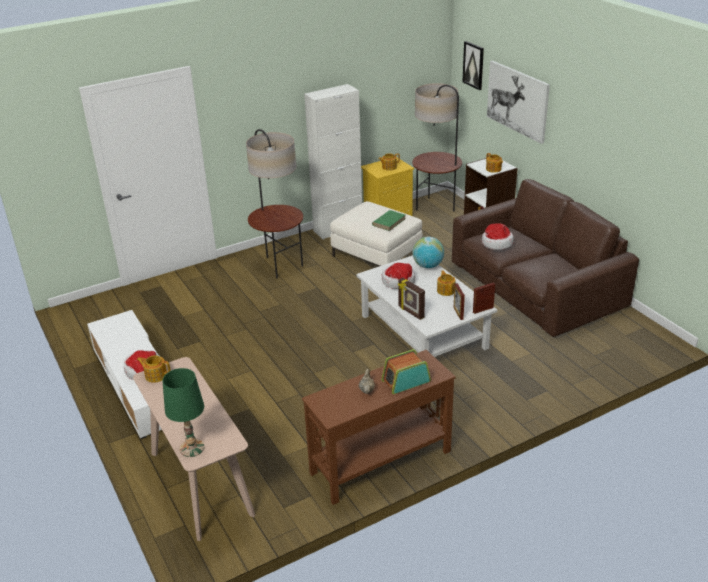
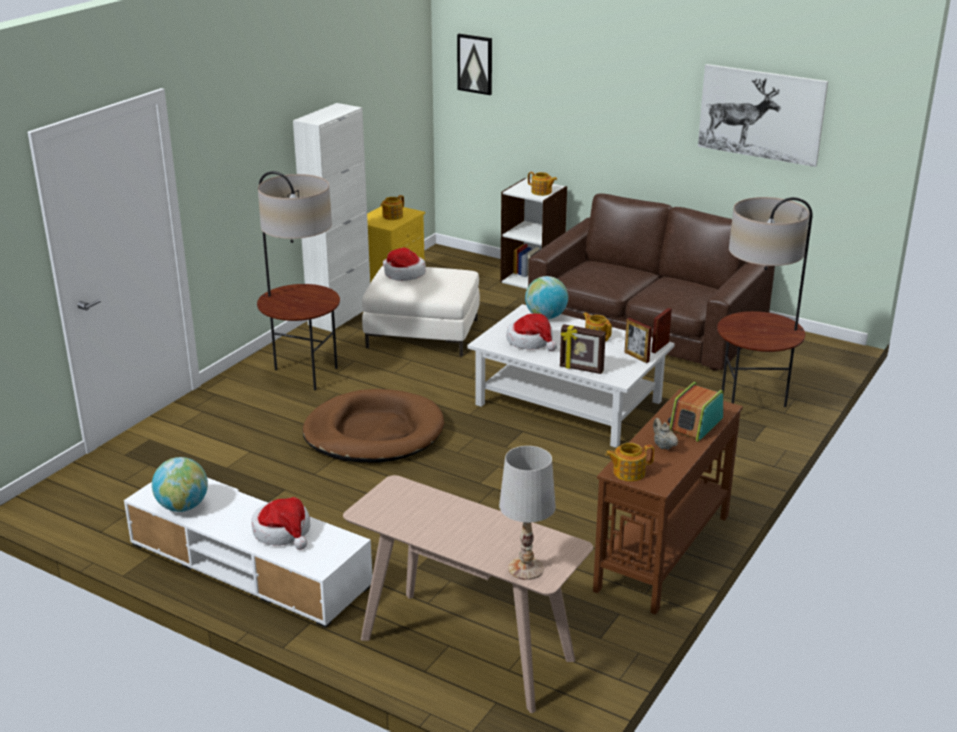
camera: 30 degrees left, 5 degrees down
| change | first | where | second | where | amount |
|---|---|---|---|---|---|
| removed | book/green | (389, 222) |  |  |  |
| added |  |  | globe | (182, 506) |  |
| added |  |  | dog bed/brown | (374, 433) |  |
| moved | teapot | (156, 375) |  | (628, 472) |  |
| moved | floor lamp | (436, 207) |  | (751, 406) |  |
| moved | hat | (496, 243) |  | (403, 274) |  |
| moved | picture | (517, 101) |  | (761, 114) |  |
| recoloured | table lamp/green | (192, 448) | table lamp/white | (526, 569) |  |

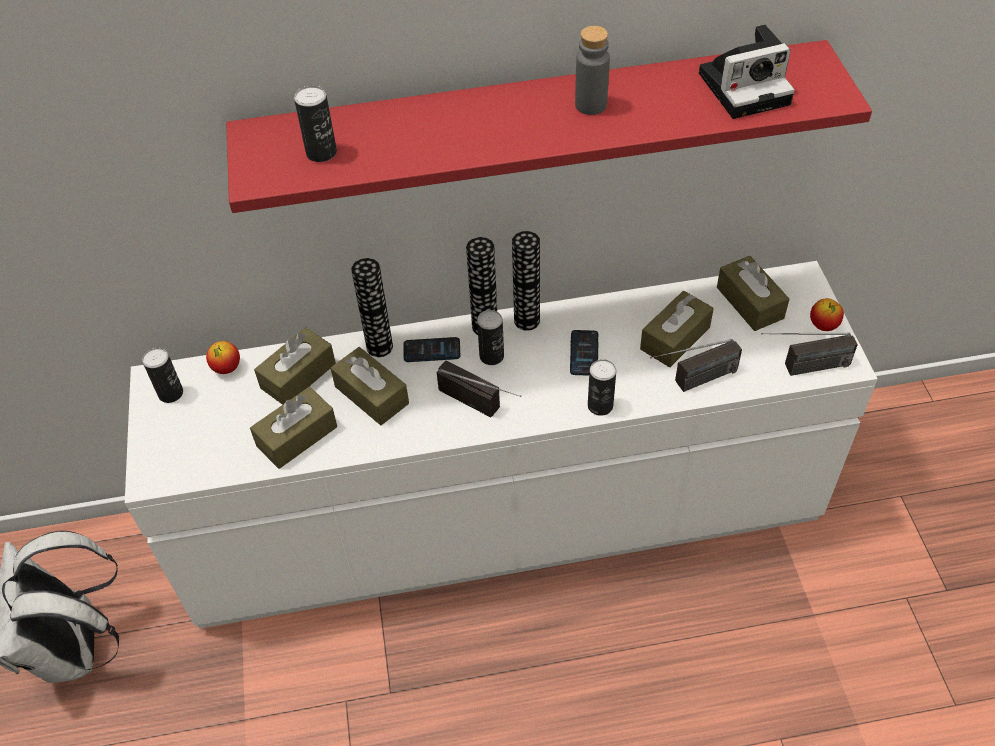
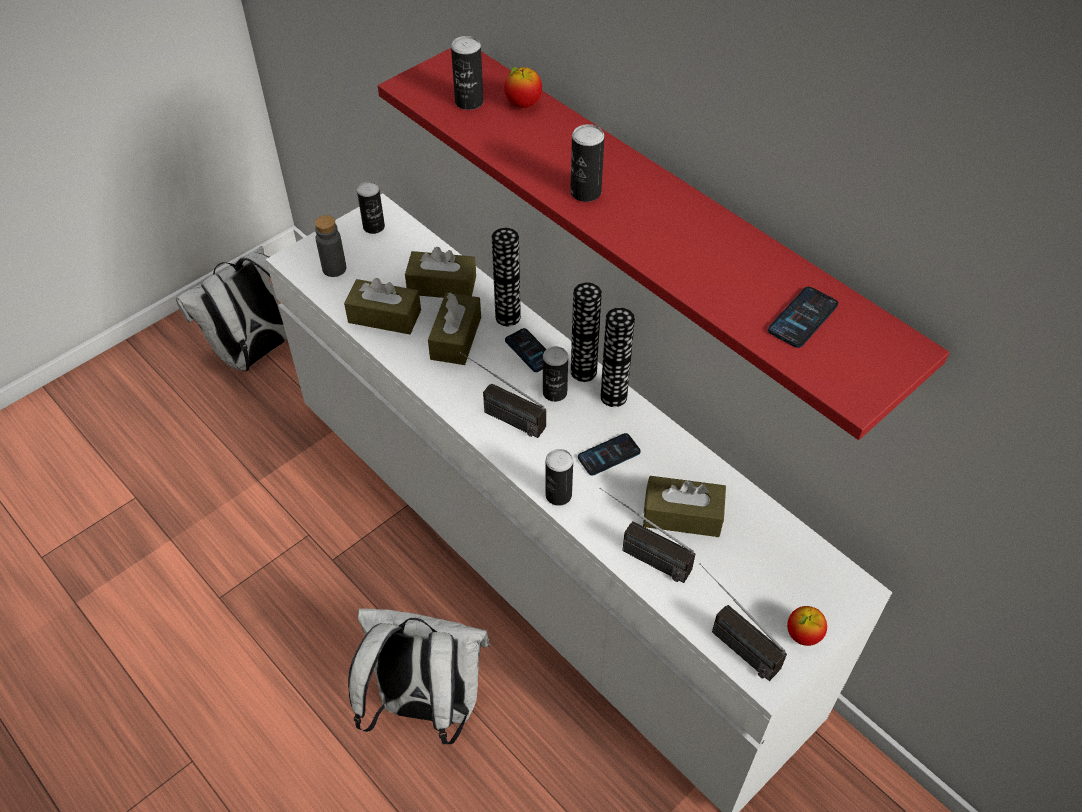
camera: 55 degrees right, 0 degrees up
| change | first | where | second | where | amount |
|---|---|---|---|---|---|
| removed | tissue box/brown | (749, 303) |  |  |  |
| added |  |  | backpack/white | (425, 705) |  |
| added |  |  | can | (585, 192) |  |
| moved | apple | (227, 368) |  | (523, 104) |  |
| moved | bottle/grey | (591, 105) |  | (334, 268) |  |
| replaced | photo camera | (746, 87) | phone | (802, 318) |  |
| turned | radio | (484, 405) |  | (499, 414) | 120 degrees clockwise |

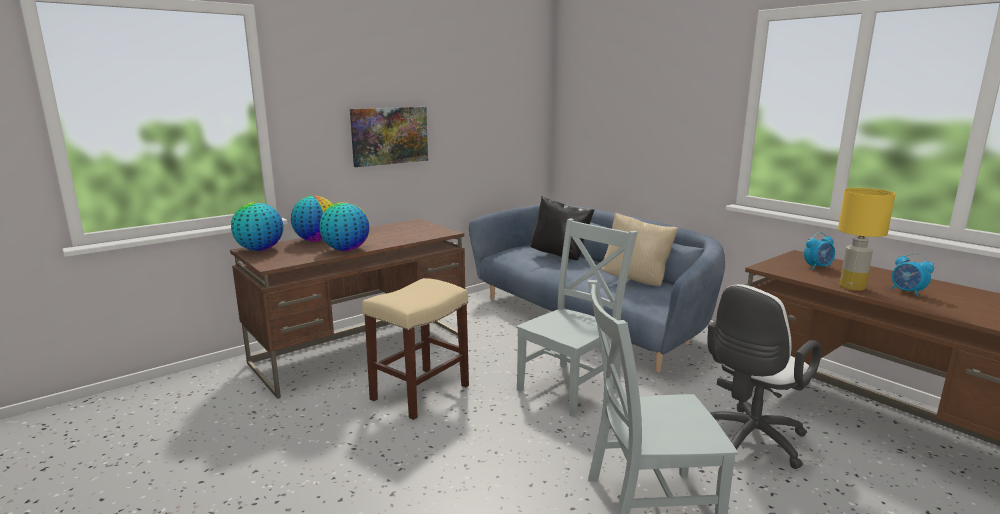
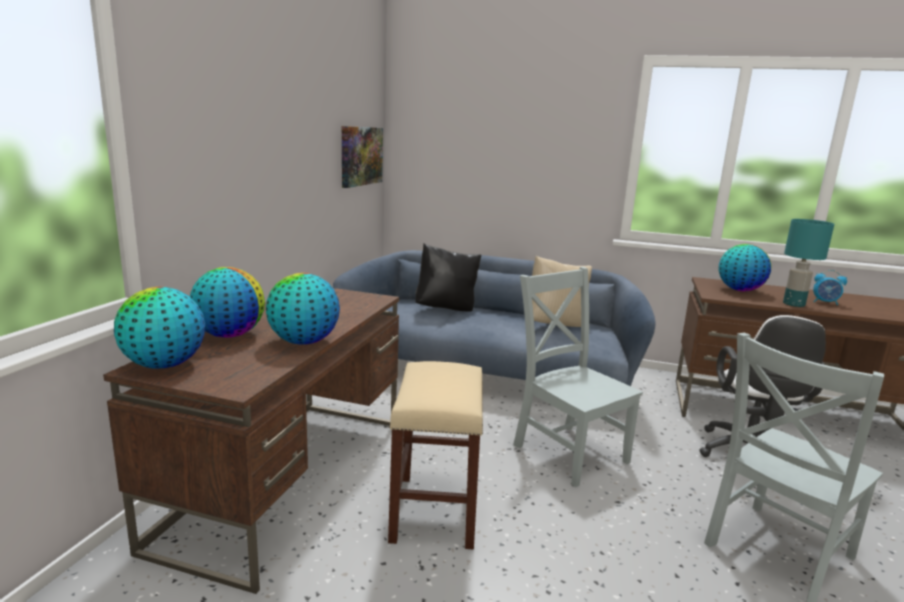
camera: 35 degrees left, 0 degrees up
| change | first | where | second | where | amount |
|---|---|---|---|---|---|
| moved | picture | (389, 135) |  | (361, 156) |  |
| replaced | alarm clock | (817, 267) | globe | (739, 290) |  |
| recoloured | table lamp/yellow | (852, 287) | table lamp/turquoise | (794, 304) |  |
| turned | chair/grey | (571, 387) |  | (567, 451) | 45 degrees counterclockwise |

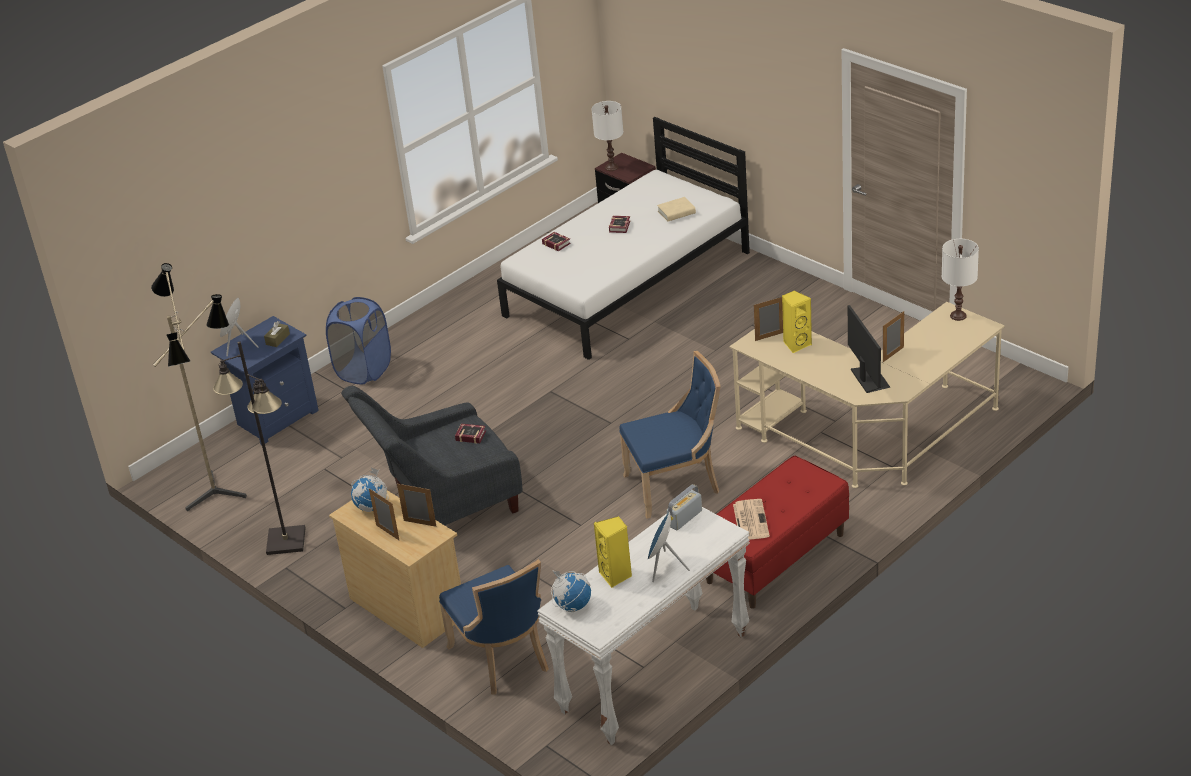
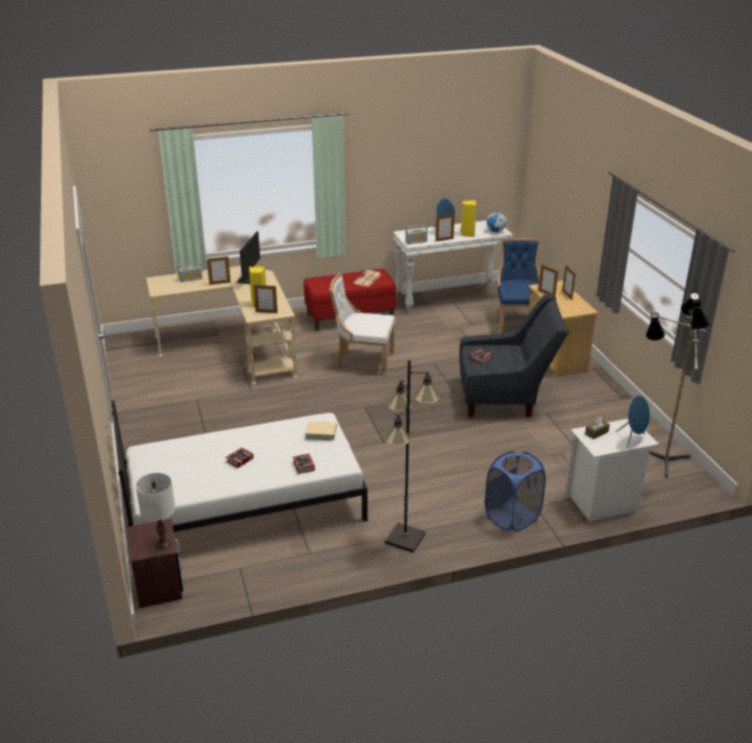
camera: 155 degrees left, 5 degrees down
| change | first | where | second | where | amount |
|---|---|---|---|---|---|
| removed | globe | (372, 507) |  |  |  |
| removed | table lamp/white | (958, 316) |  |  |  |
| added |  |  | radio | (190, 279) |  |
| added |  |  | picture frame | (444, 240) |  |
| moved | floor lamp/black | (285, 541) |  | (405, 539) |  |
| moved | book/beige | (676, 212) |  | (321, 433) |  |
| recoloured | nightstand/blue | (276, 418) | nightstand/white | (603, 503) |  |
| recoloured | chair/blue | (676, 485) | chair/white | (362, 361) |  |

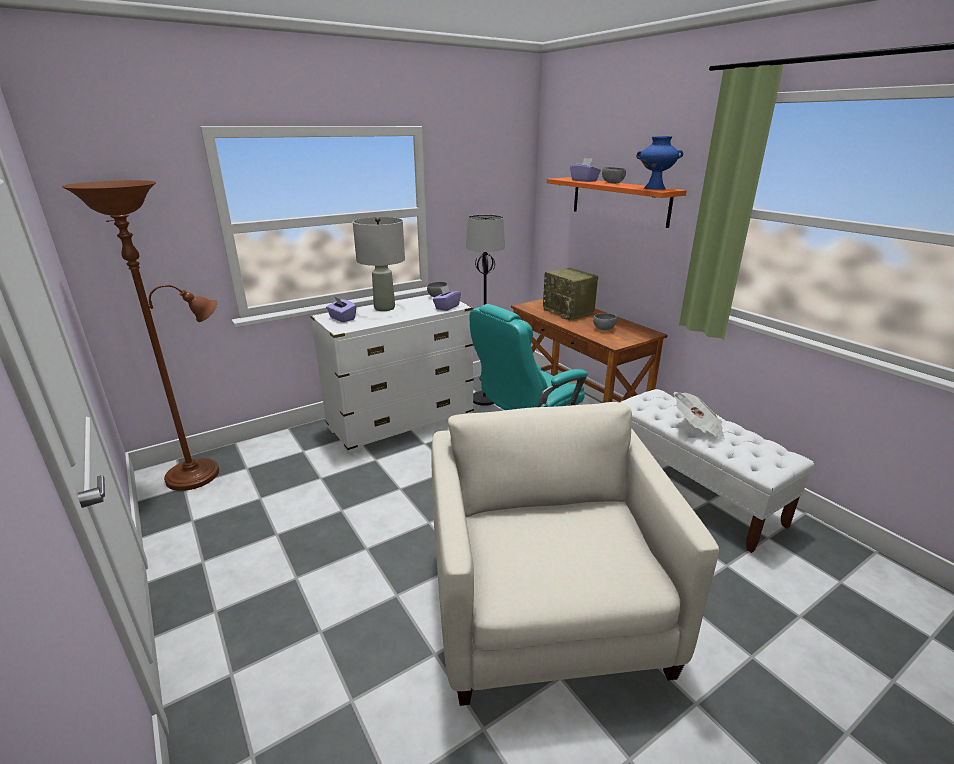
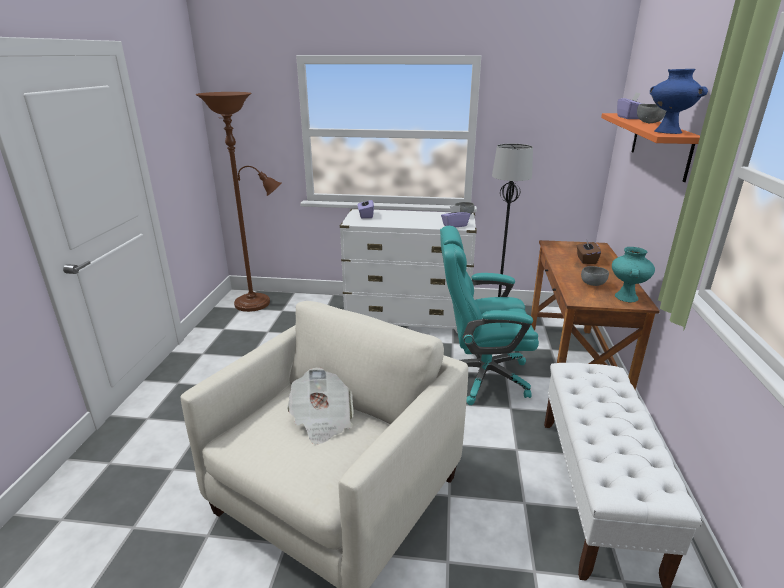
camera: 40 degrees right, 0 degrees up
| change | first | where | second | where | amount |
|---|---|---|---|---|---|
| removed | table lamp/grey | (384, 308) |  |  |  |
| added |  |  | vase/turquoise | (625, 297) |  |
| moved | newspaper | (697, 427) |  | (322, 420) |  |
| replaced | radio | (569, 312) | tissue box/brown | (586, 260) |  |

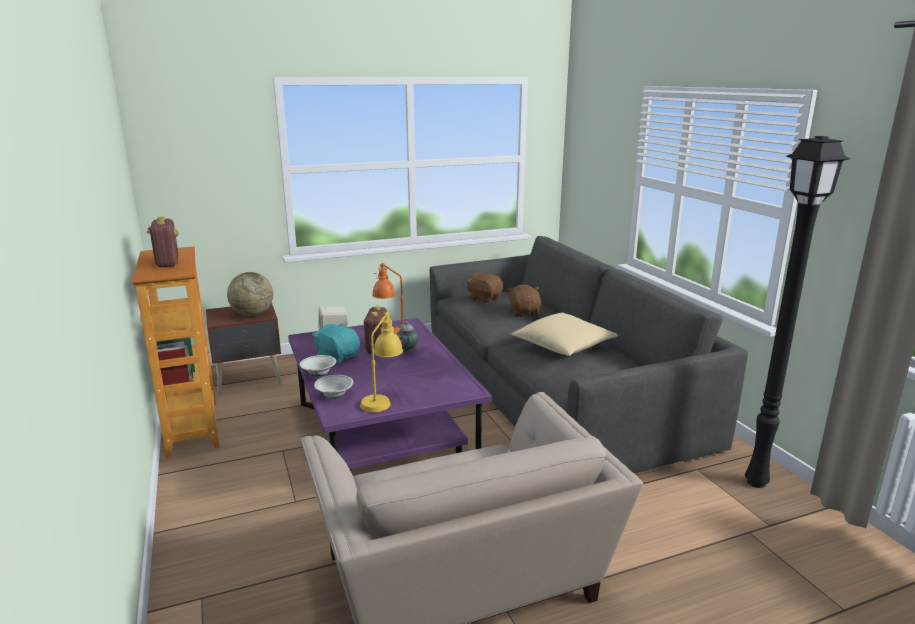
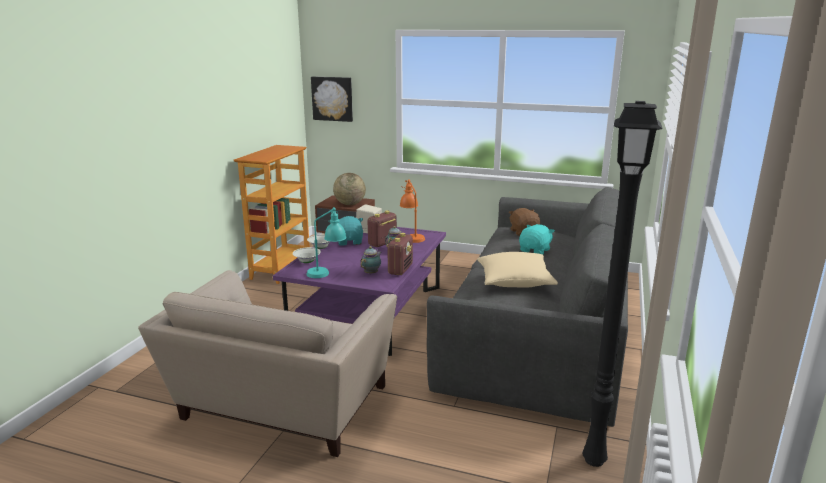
camera: 40 degrees right, 0 degrees up
| change | first | where | second | where | amount |
|---|---|---|---|---|---|
| added |  |  | picture | (332, 98) |  |
| added |  |  | teapot | (372, 273) |  |
| moved | radio | (167, 262) |  | (400, 269) |  |
| recoloured | table lamp/yellow | (382, 399) | table lamp/turquoise | (327, 272) |  |
| recoloured | plush toy/brown | (524, 313) | plush toy/turquoise | (535, 250) |  |

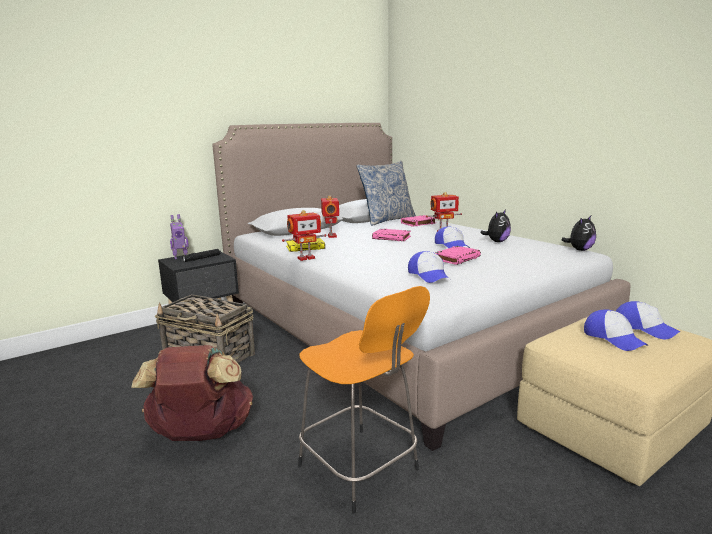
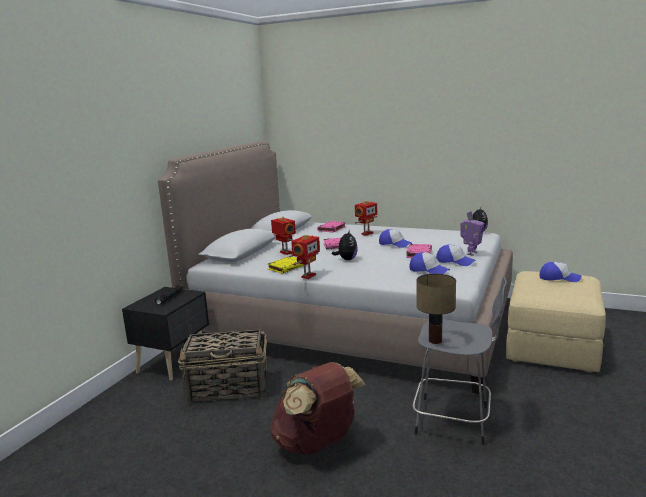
camera: 30 degrees left, 0 degrees up
| change | first | where | second | where | amount |
|---|---|---|---|---|---|
| removed | pillow | (387, 220) |  |  |  |
| added |  |  | table lamp | (436, 341) |  |
| moved | toy robot | (180, 257) |  | (471, 253) |  |
| moved | plush toy | (496, 241) |  | (346, 259) |  |
| moved | cap | (613, 338) |  | (455, 261) |  |
| recoloured | stool/orange | (361, 470) | stool/grey | (455, 421) |  |

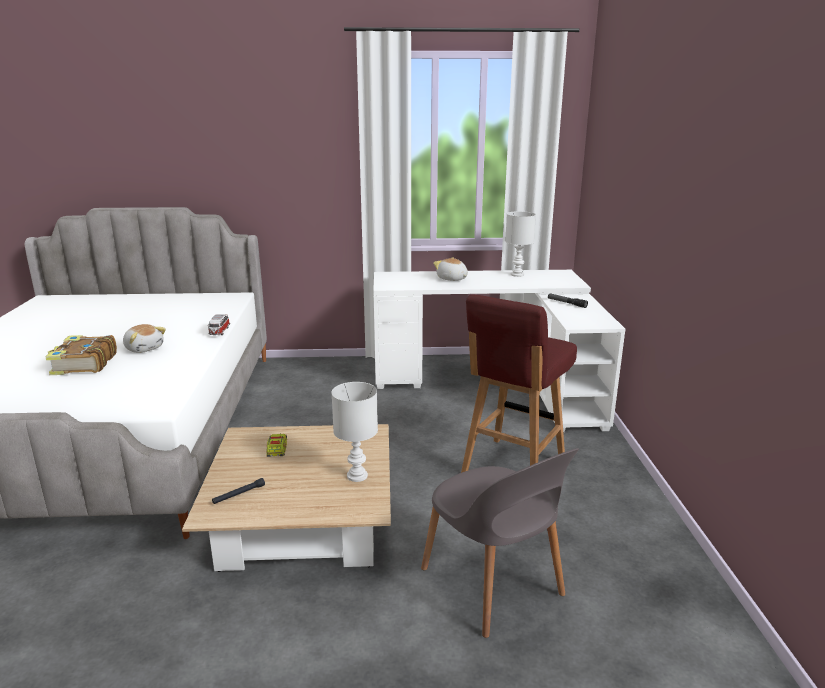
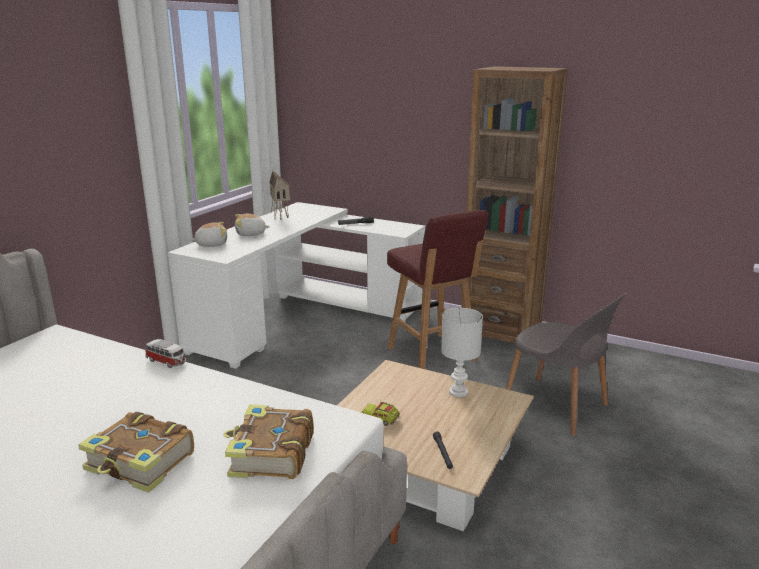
camera: 60 degrees left, 0 degrees up
| change | first | where | second | where | amount |
|---|---|---|---|---|---|
| added |  |  | book | (270, 454) |  |
| added |  |  | bookcase/brown | (501, 334) |  |
| moved | plush toy | (144, 348) |  | (211, 244) |  |
| replaced | table lamp/white | (517, 275) | toy house | (281, 216) |  |
| turned | chair/grey | (493, 584) |  | (557, 406) | 45 degrees clockwise |

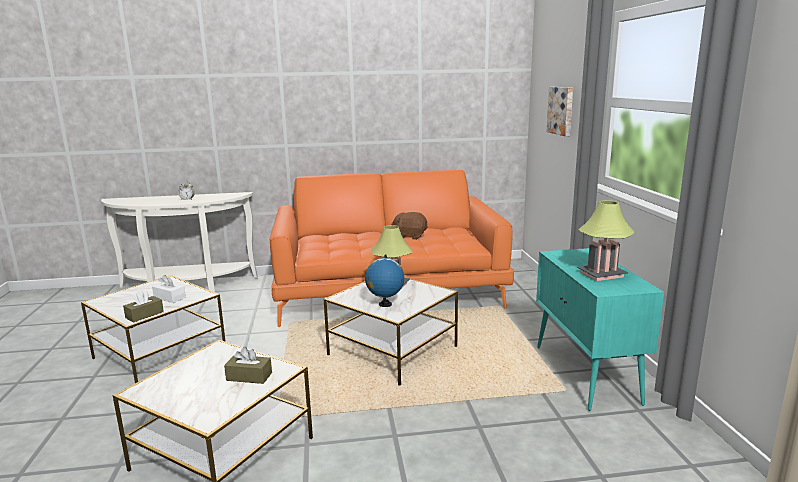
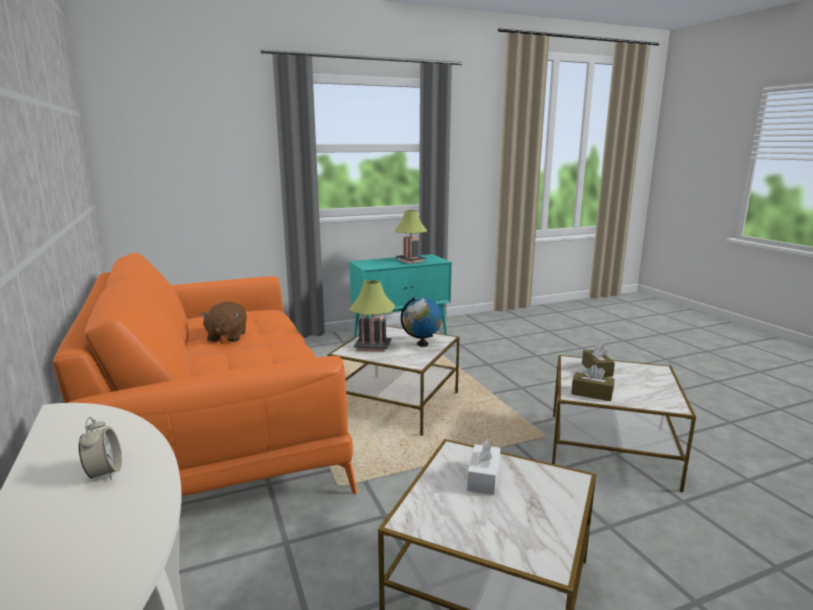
camera: 105 degrees left, 0 degrees up
| change | first | where | second | where | amount |
|---|---|---|---|---|---|
| removed | picture | (561, 110) |  |  |  |
| moved | tissue box/brown | (144, 315) |  | (592, 393) |  |

